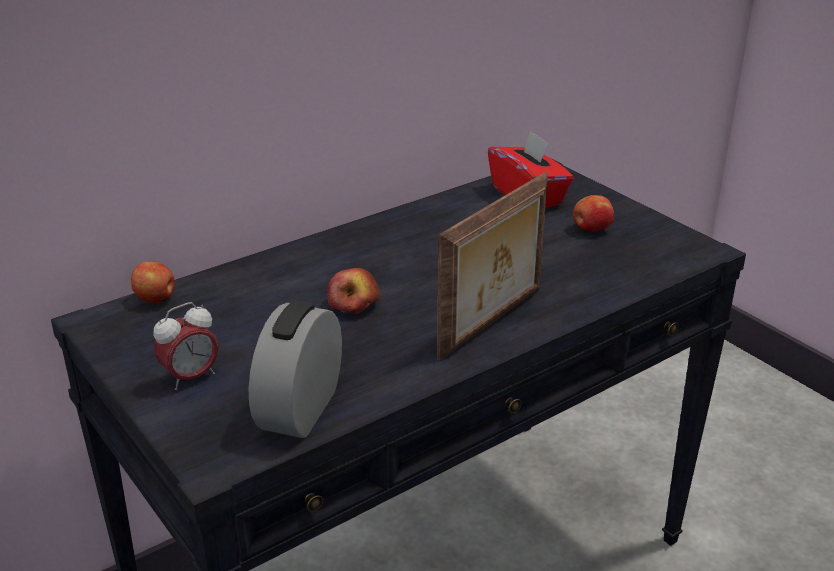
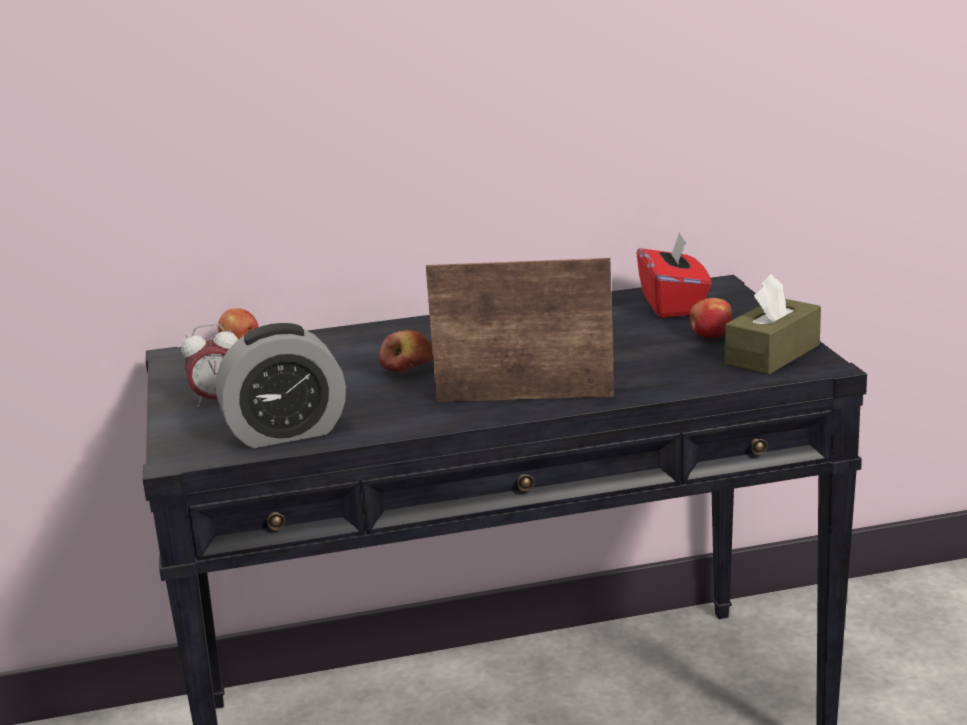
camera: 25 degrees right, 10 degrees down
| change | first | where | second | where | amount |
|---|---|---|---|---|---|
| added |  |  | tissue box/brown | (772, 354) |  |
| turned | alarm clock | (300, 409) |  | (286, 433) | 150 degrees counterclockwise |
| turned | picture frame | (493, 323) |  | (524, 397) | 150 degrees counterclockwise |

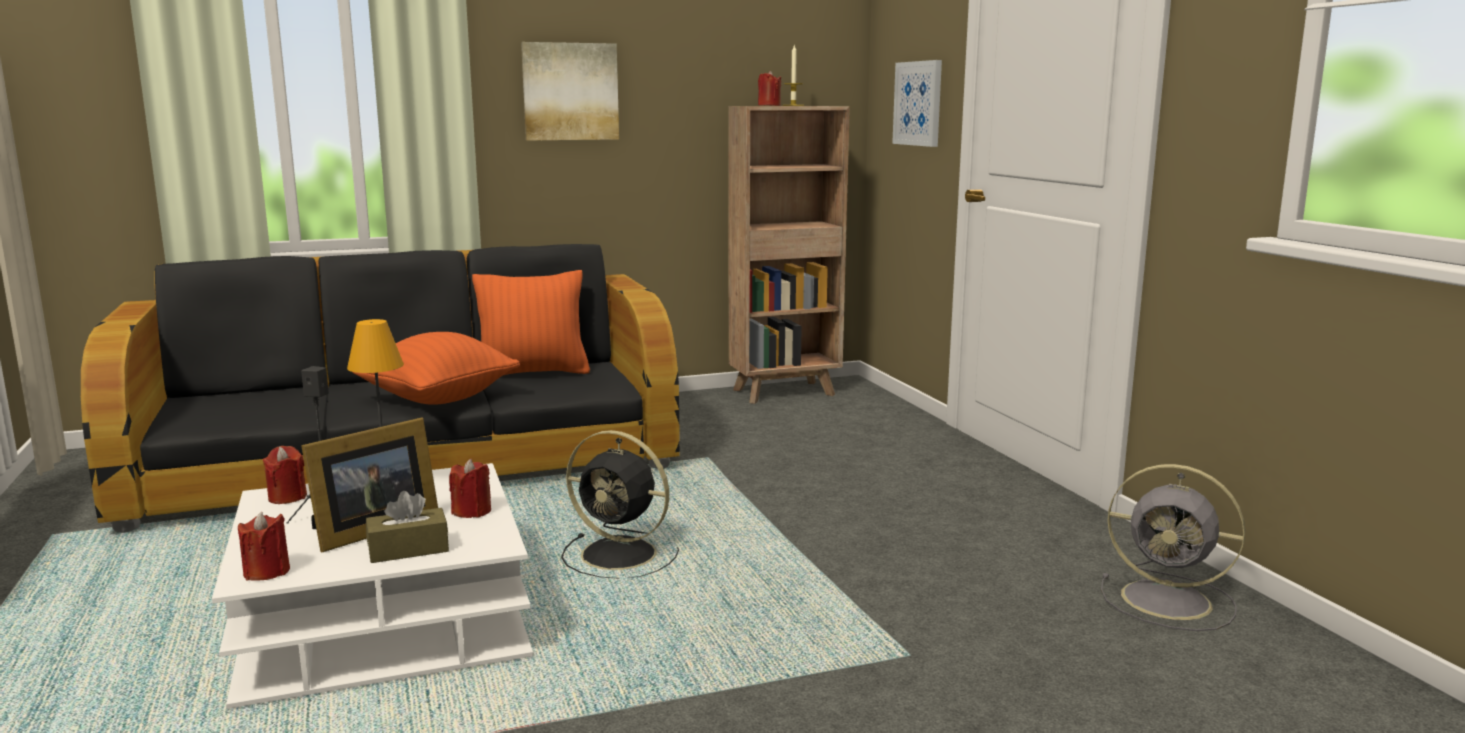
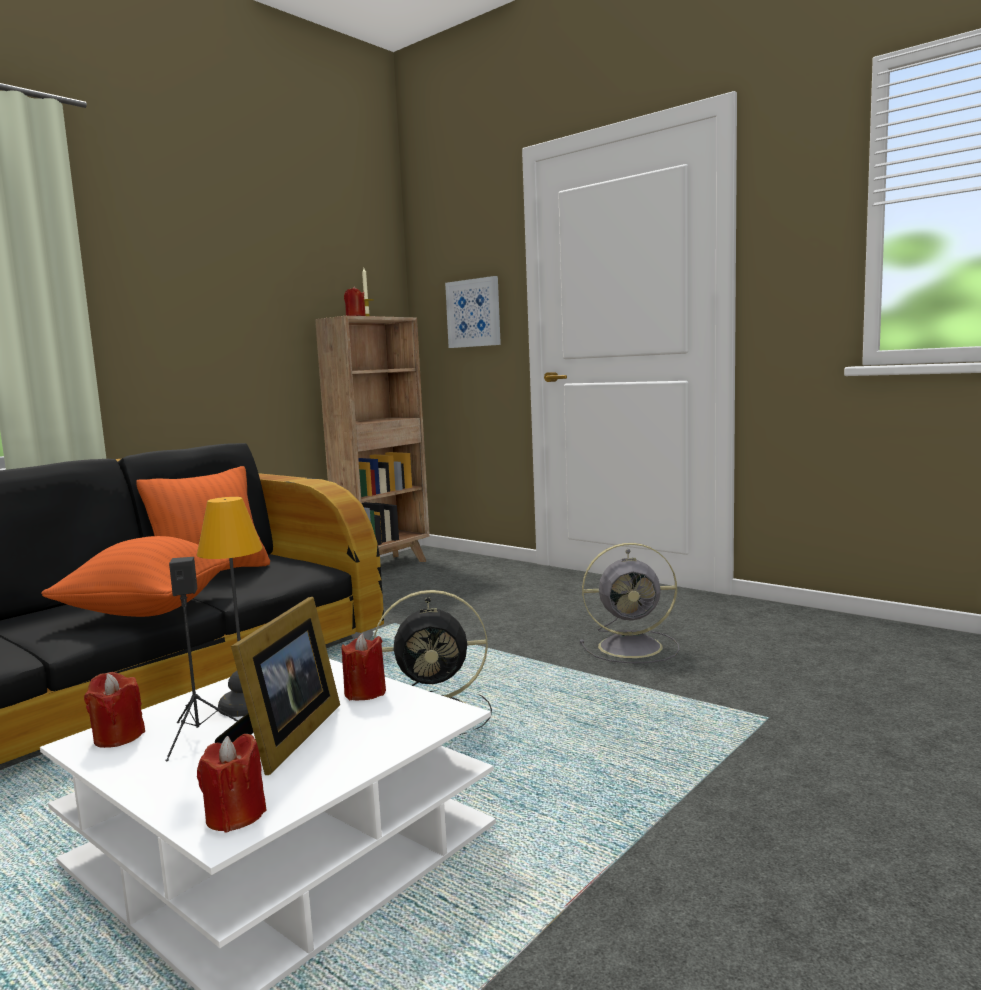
camera: 30 degrees left, 5 degrees down
| change | first | where | second | where | amount |
|---|---|---|---|---|---|
| removed | tissue box/brown | (408, 549) |  |  |  |
| removed | picture | (570, 91) |  |  |  |
| moved | fan/grey | (1170, 601) |  | (633, 647) |  |

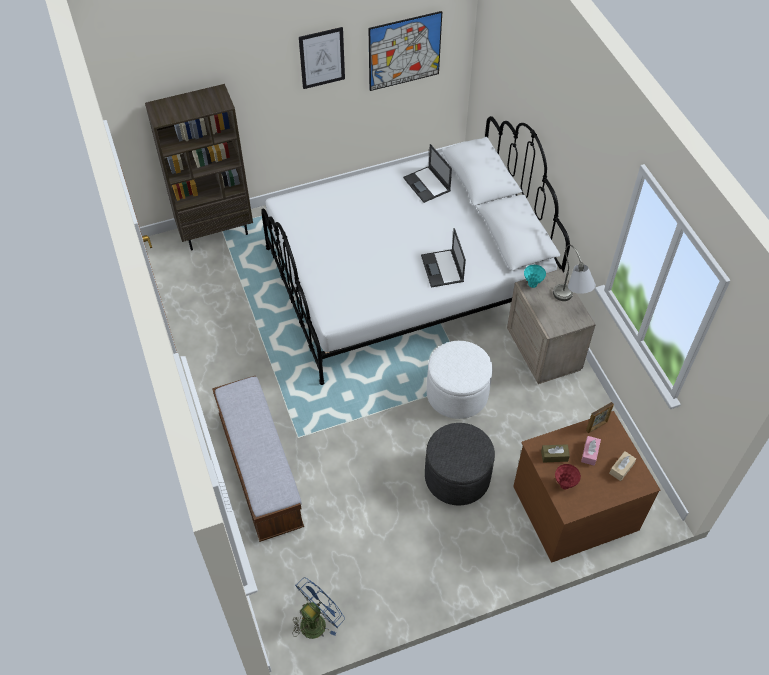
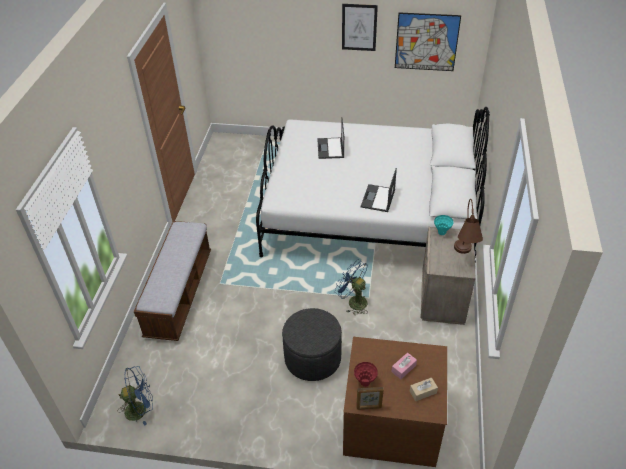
camera: 30 degrees right, 10 degrees down
| change | first | where | second | where | amount |
|---|---|---|---|---|---|
| removed | bookcase/brown | (216, 232) |  |  |  |
| removed | tissue box/brown | (554, 456) |  |  |  |
| moved | laptop | (427, 185) |  | (330, 149) |  |
| moved | picture frame | (597, 426) |  | (369, 407) |  |
| replaced | ottoman/white | (457, 393) | fan/blue | (353, 301) |  |
| recoloured | table lamp/grey | (570, 303) | table lamp/brown | (463, 256) |  |

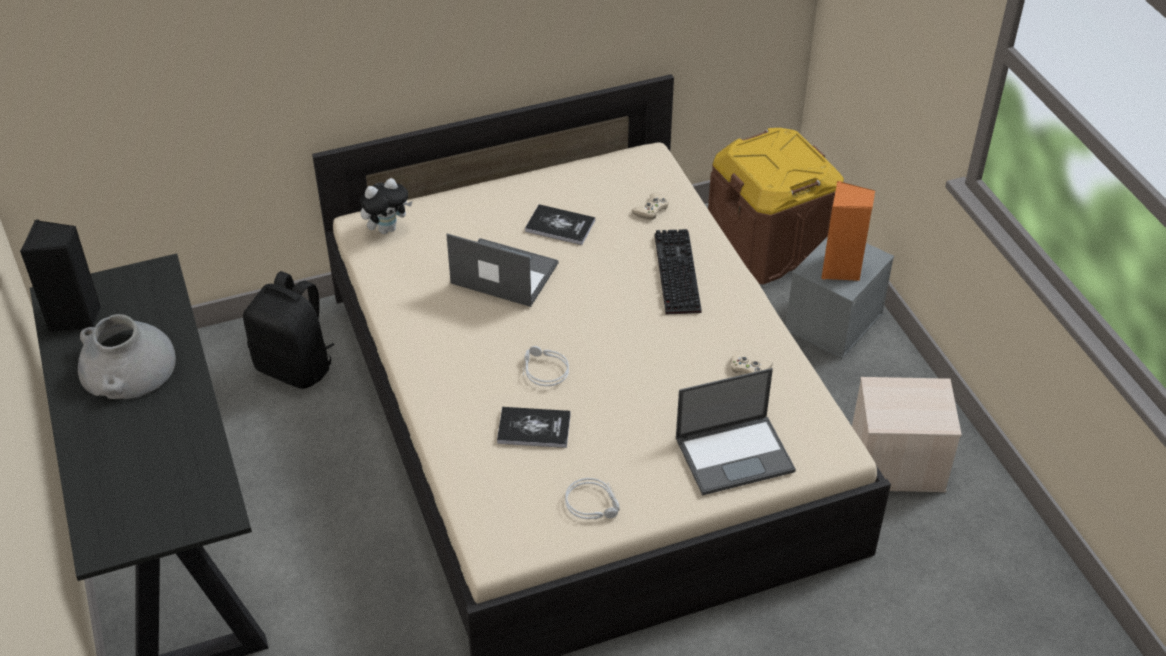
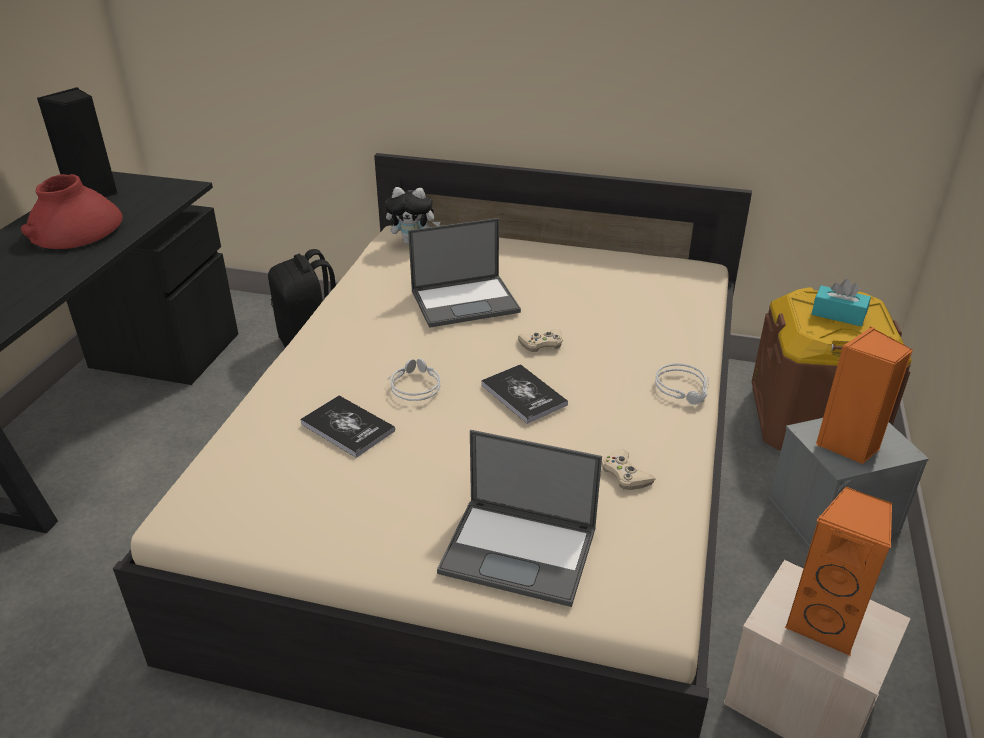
camera: 35 degrees right, 10 degrees down
| change | first | where | second | where | amount |
|---|---|---|---|---|---|
| removed | keyboard | (674, 272) |  |  |  |
| added |  |  | speaker/orange | (825, 623) |  |
| added |  |  | tissue box/turquoise | (838, 314) |  |
| moved | book | (560, 226) |  | (523, 395) |  |
| moved | headphones/grey | (594, 503) |  | (684, 389) |  |
| moved | game controller/beige | (651, 209) |  | (541, 344) |  |
| recoloured | vase/grey | (127, 366) | vase/red | (75, 230) |  |
| turned | laptop | (503, 273) |  | (466, 301) | 105 degrees clockwise |

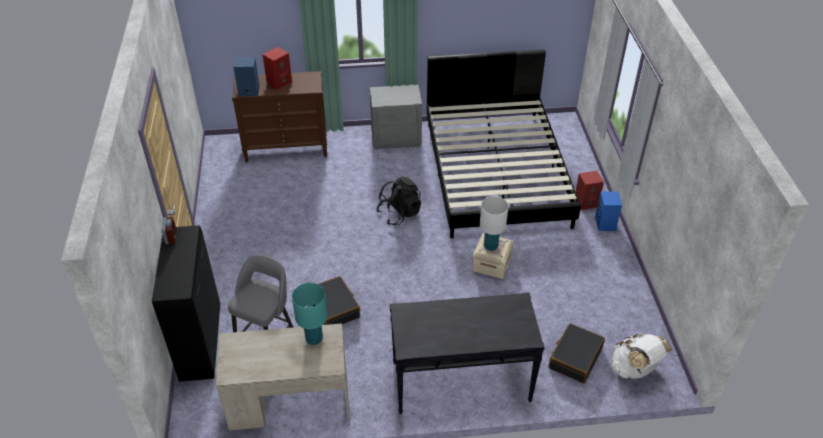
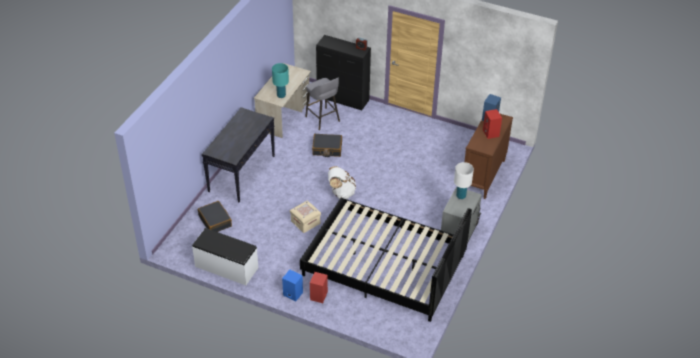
camera: 120 degrees right, 0 degrees up
| change | first | where | second | where | amount |
|---|---|---|---|---|---|
| removed | backpack/black | (399, 213) |  |  |  |
| added |  |  | bench/white | (226, 267) |  |
| moved | table lamp/white | (490, 246) |  | (461, 196) |  |
| moved | backpack/white | (634, 369) |  | (341, 193) |  |

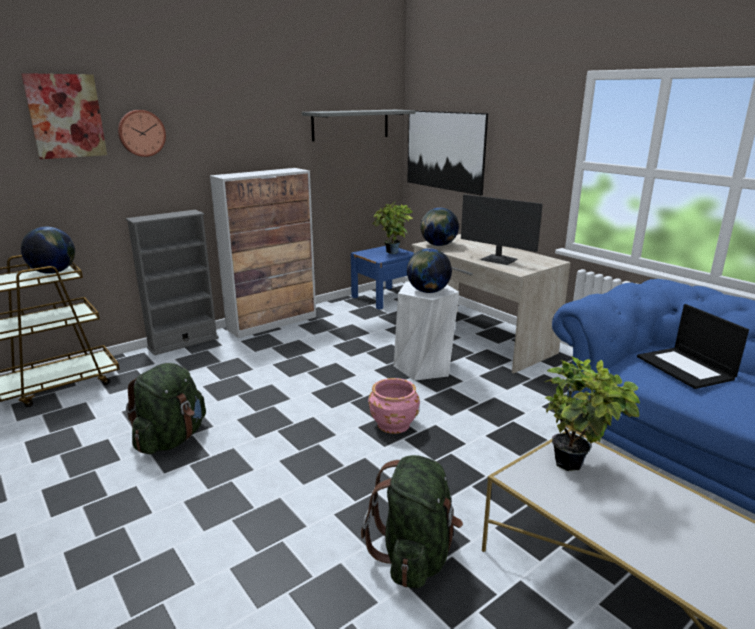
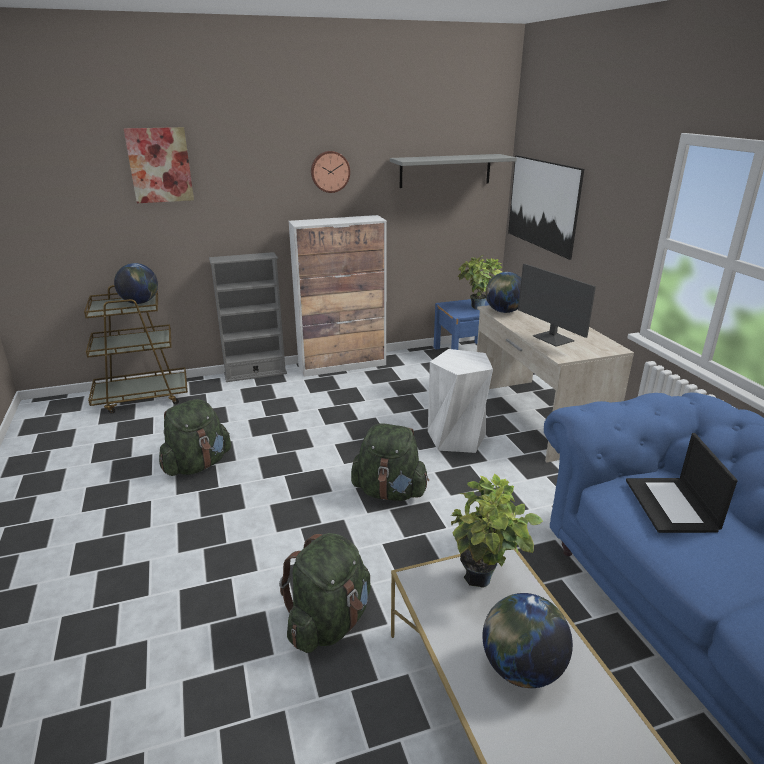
camera: 20 degrees right, 5 degrees up
| change | first | where | second | where | amount |
|---|---|---|---|---|---|
| moved | wall clock | (141, 133) |  | (330, 171) |  |
| moved | globe | (428, 291) |  | (521, 668) |  |
| replaced | planter/pink | (393, 424) | backpack/green | (389, 492) |  |

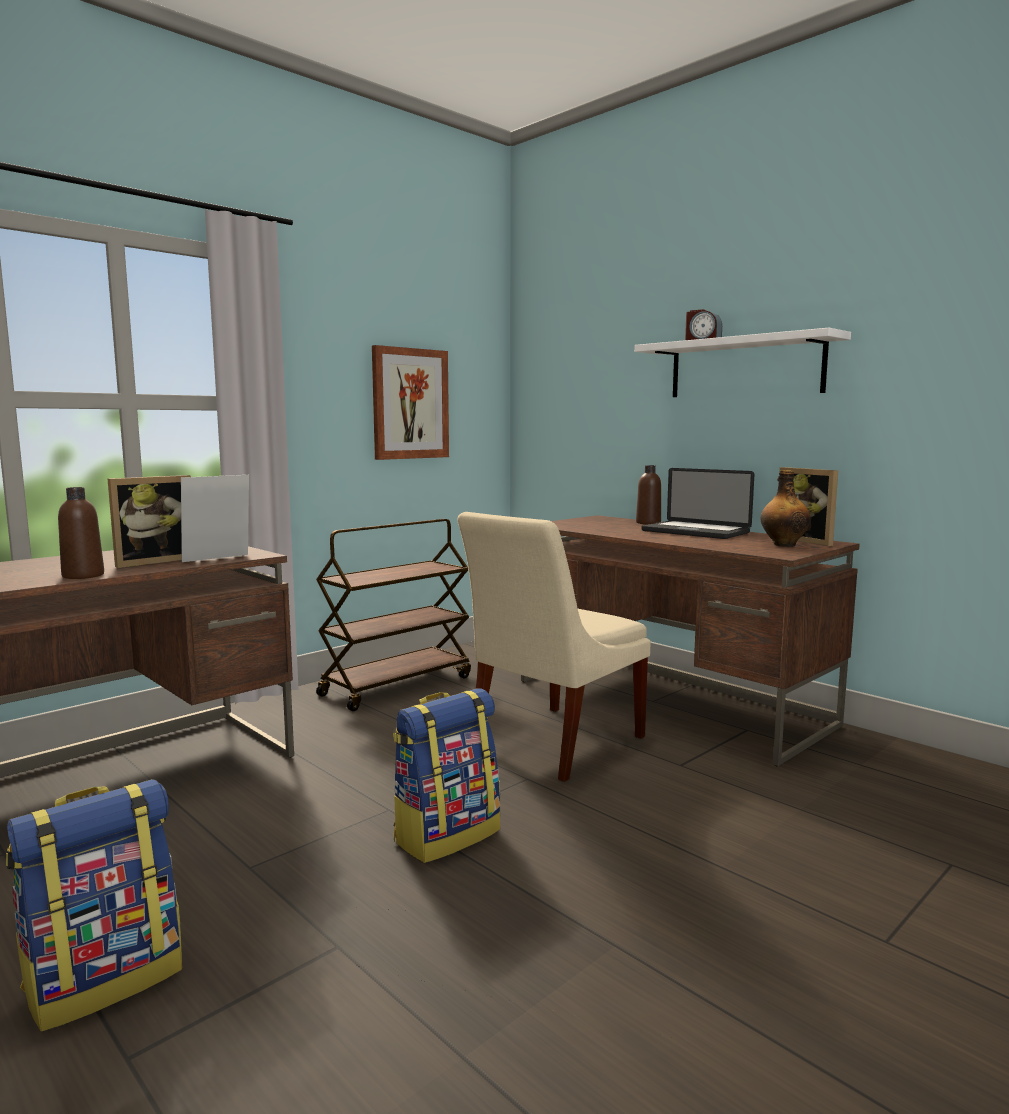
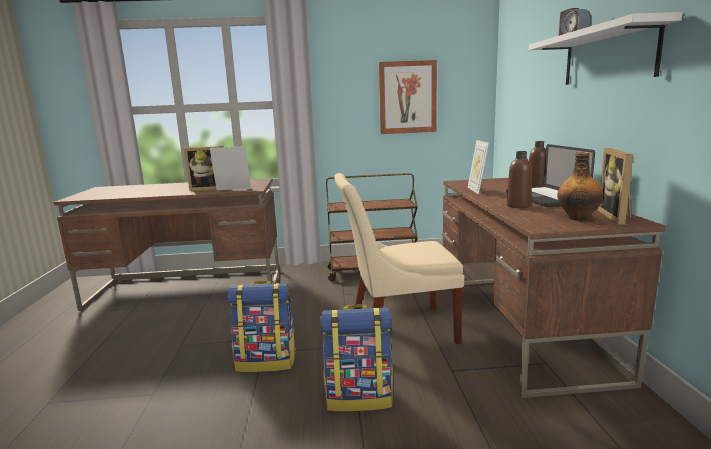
camera: 40 degrees right, 5 degrees up
| change | first | where | second | where | amount |
|---|---|---|---|---|---|
| added |  |  | picture frame | (476, 190) |  |
| moved | backpack | (106, 978) |  | (359, 397) |  |
| moved | bottle/brown | (83, 575) |  | (518, 206) |  |

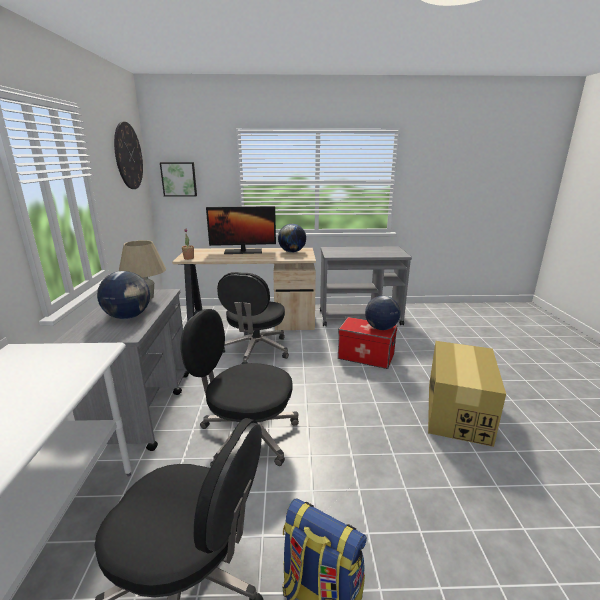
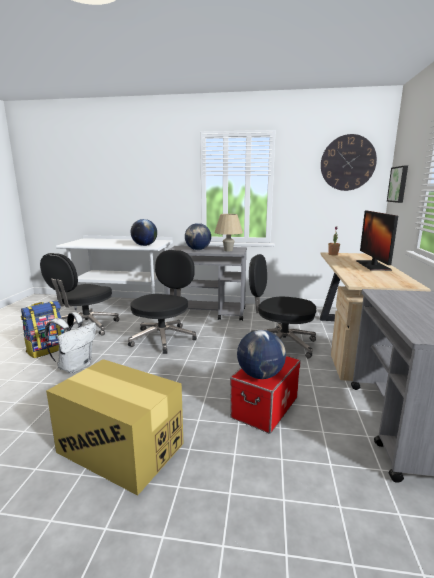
camera: 100 degrees right, 5 degrees down
| change | first | where | second | where | amount |
|---|---|---|---|---|---|
| added |  |  | backpack/white | (75, 366) |  |
| moved | globe | (292, 252) |  | (144, 245) |  |

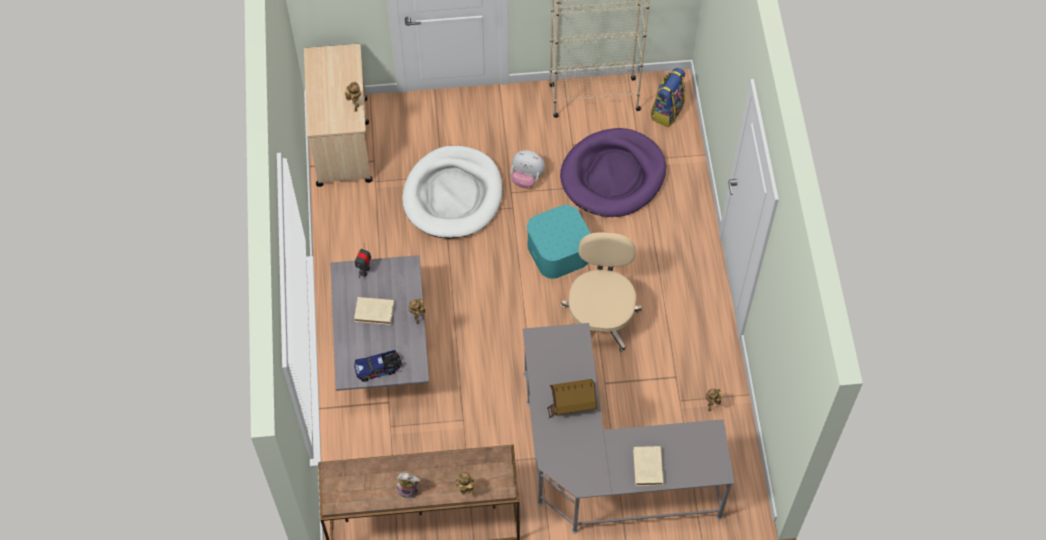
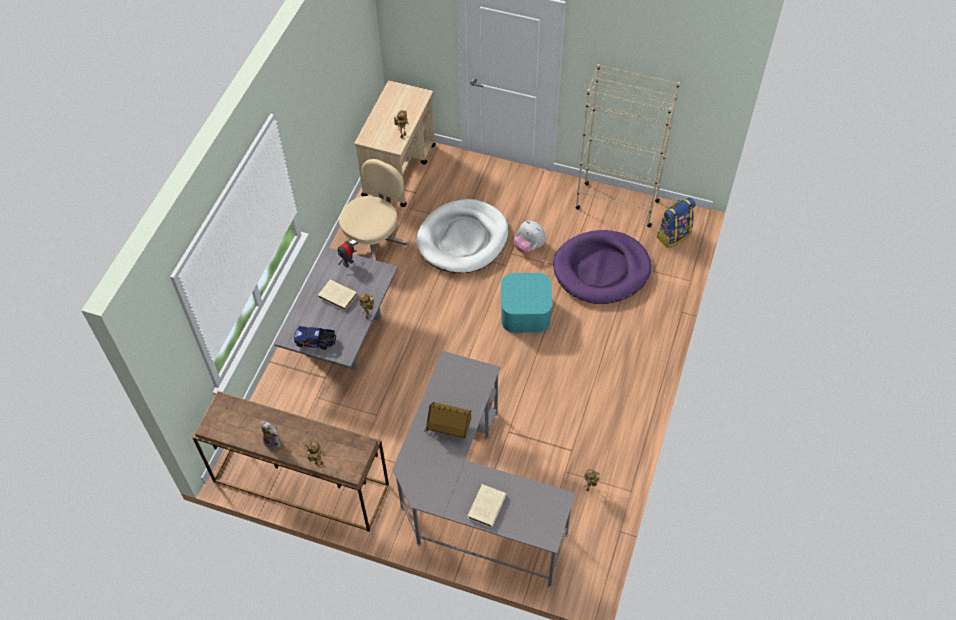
camera: 25 degrees right, 5 degrees down
| change | first | where | second | where | amount |
|---|---|---|---|---|---|
| moved | office chair/beige | (600, 317) |  | (374, 240) |  |

